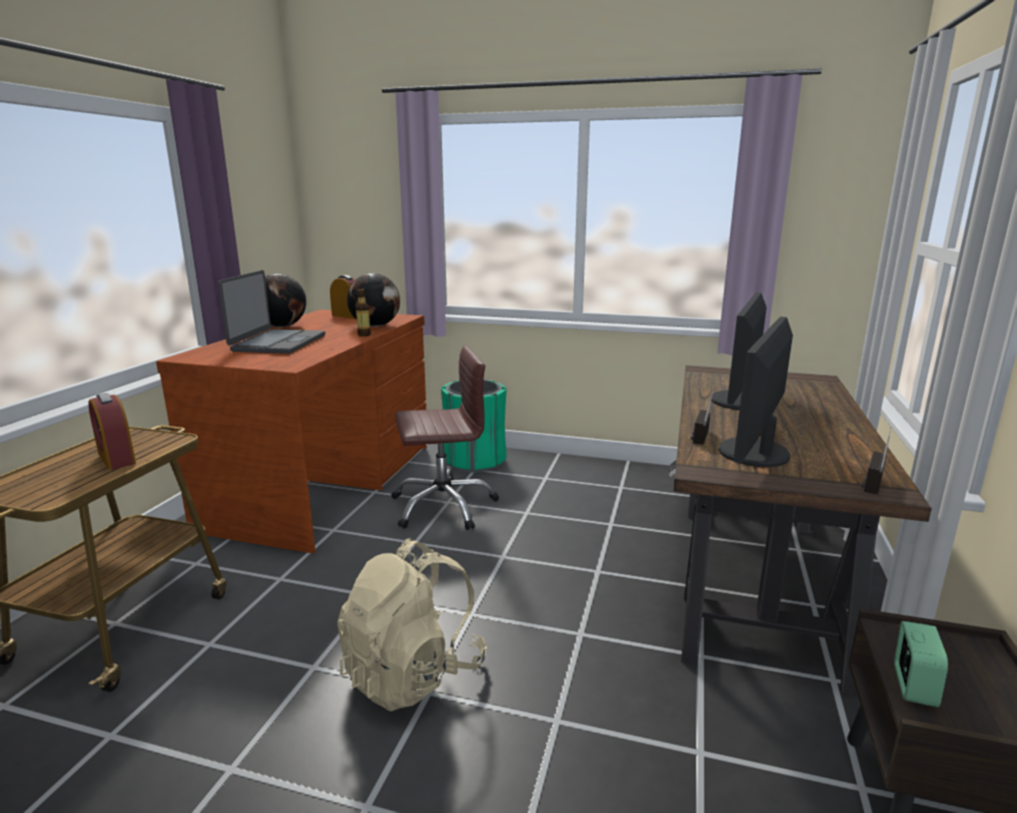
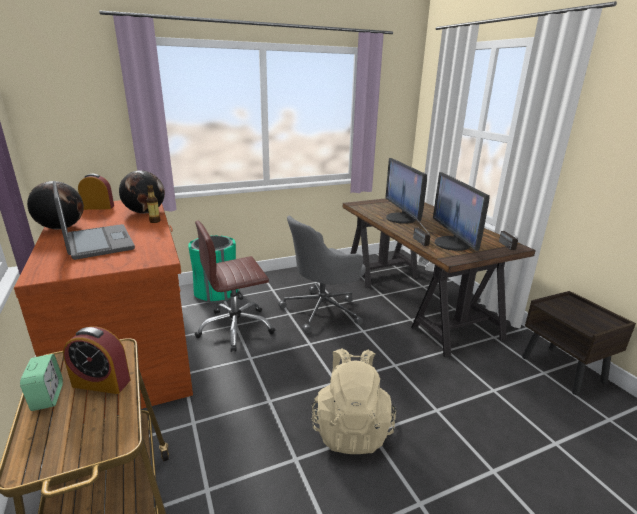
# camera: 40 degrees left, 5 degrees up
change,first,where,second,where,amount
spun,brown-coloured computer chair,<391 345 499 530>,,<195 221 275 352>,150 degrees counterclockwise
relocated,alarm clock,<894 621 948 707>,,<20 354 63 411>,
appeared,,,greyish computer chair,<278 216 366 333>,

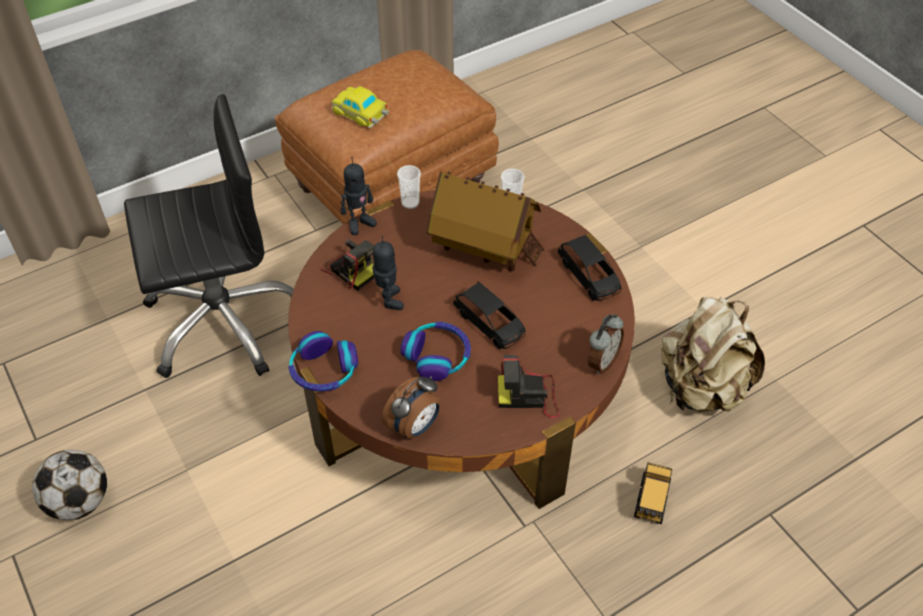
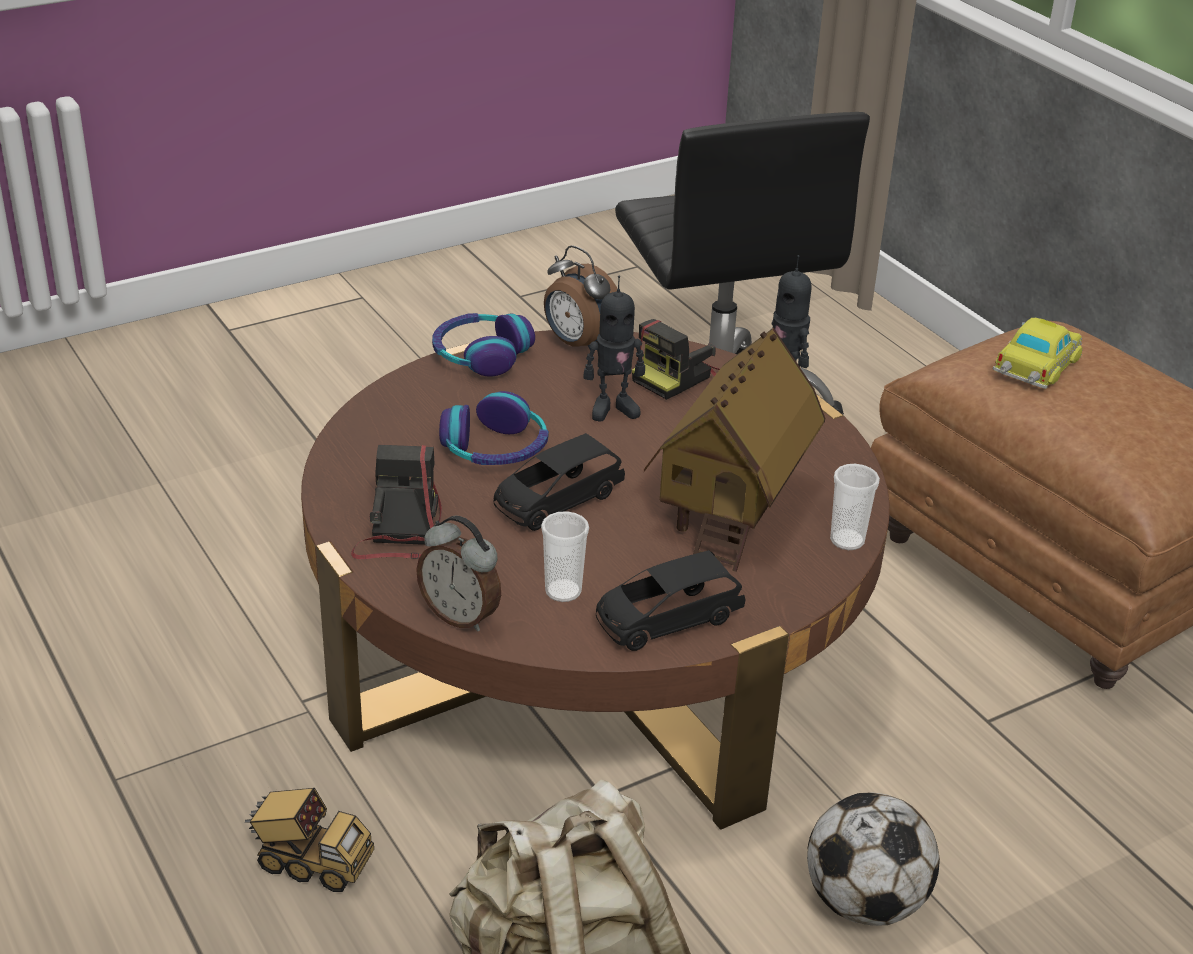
# camera: 90 degrees right, 15 degrees down
change,first,where,second,where,amount
relocated,ball for football,<32 450 107 520>,,<807 793 940 926>,
relocated,alarm clock,<381 376 440 438>,,<544 245 617 351>,
relocated,small cup,<397 165 421 209>,,<541 511 589 602>,

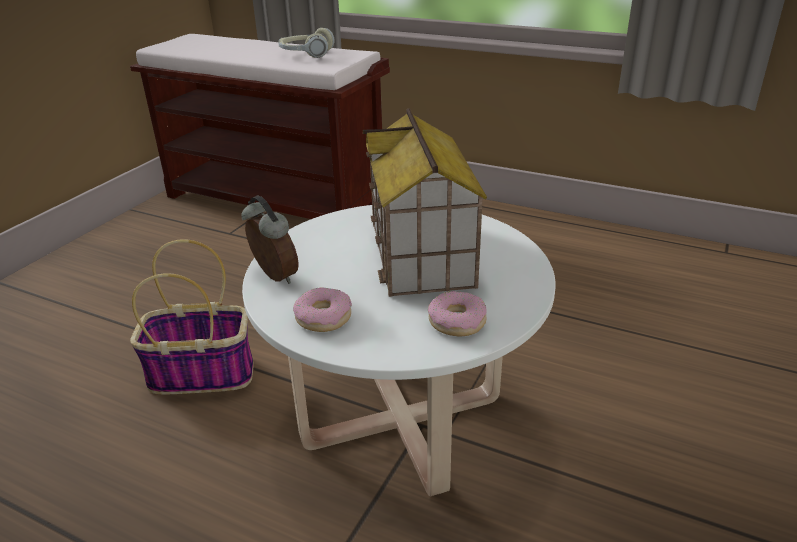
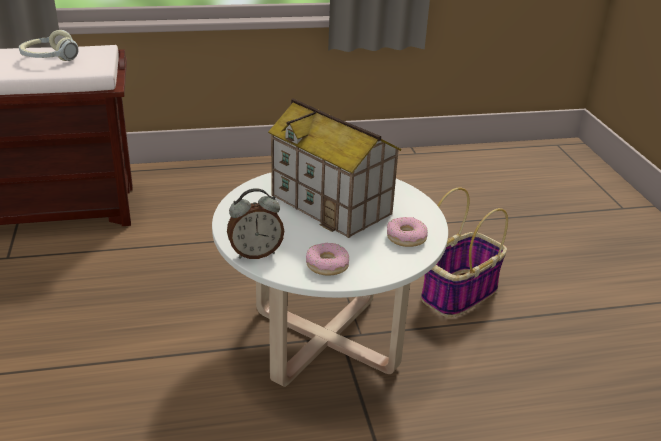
# camera: 40 degrees left, 0 degrees up
change,first,where,second,where,amount
relocated,basket,<130 239 254 394>,,<421 187 508 318>,
spun,alarm clock,<241 196 299 284>,,<227 188 284 259>,150 degrees clockwise

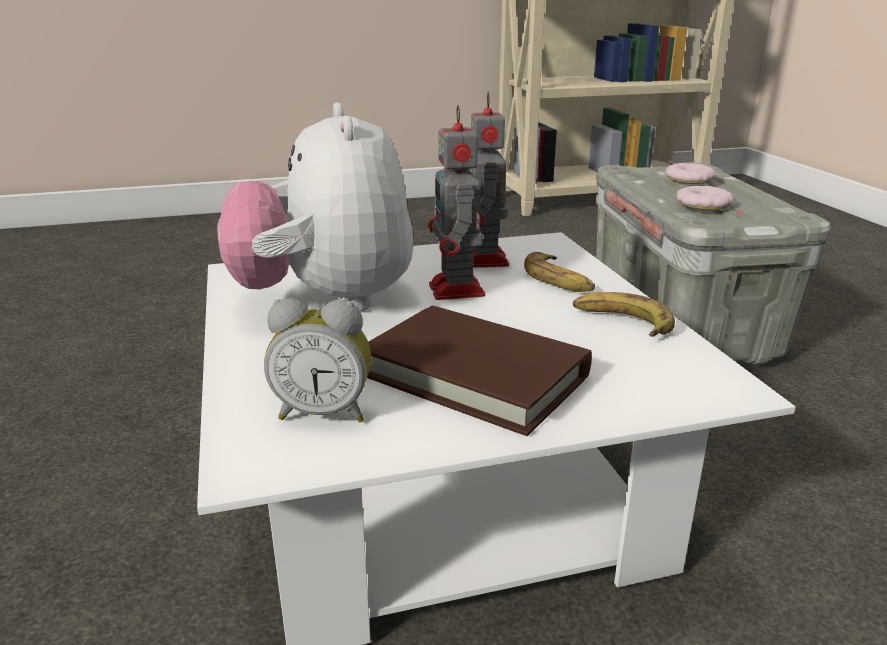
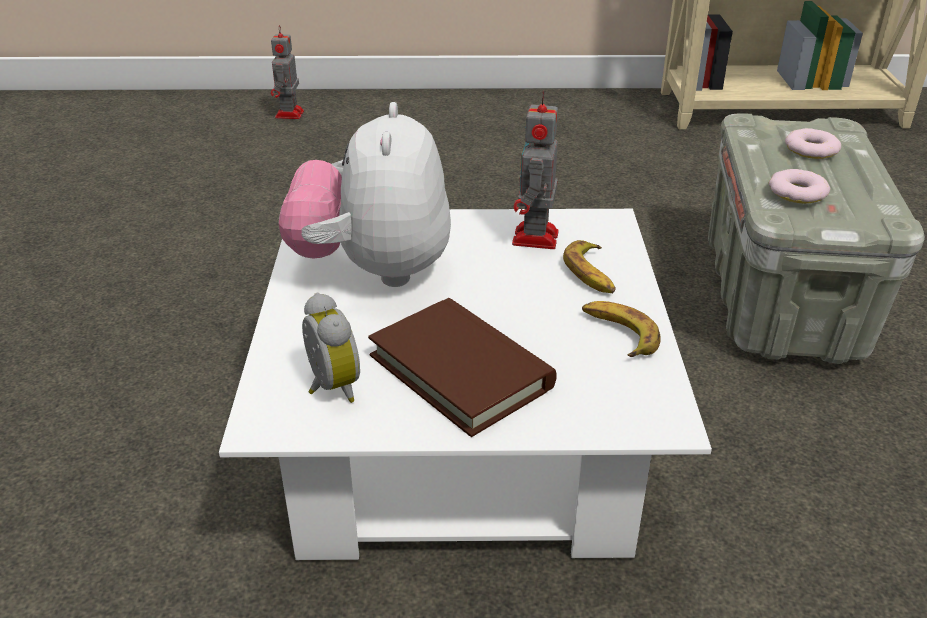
# camera: 15 degrees right, 10 degrees up
change,first,where,second,where,amount
spun,alarm clock,<264 298 371 423>,,<302 292 360 403>,135 degrees counterclockwise
relocated,toy robot,<428 105 485 300>,,<271 25 304 119>,

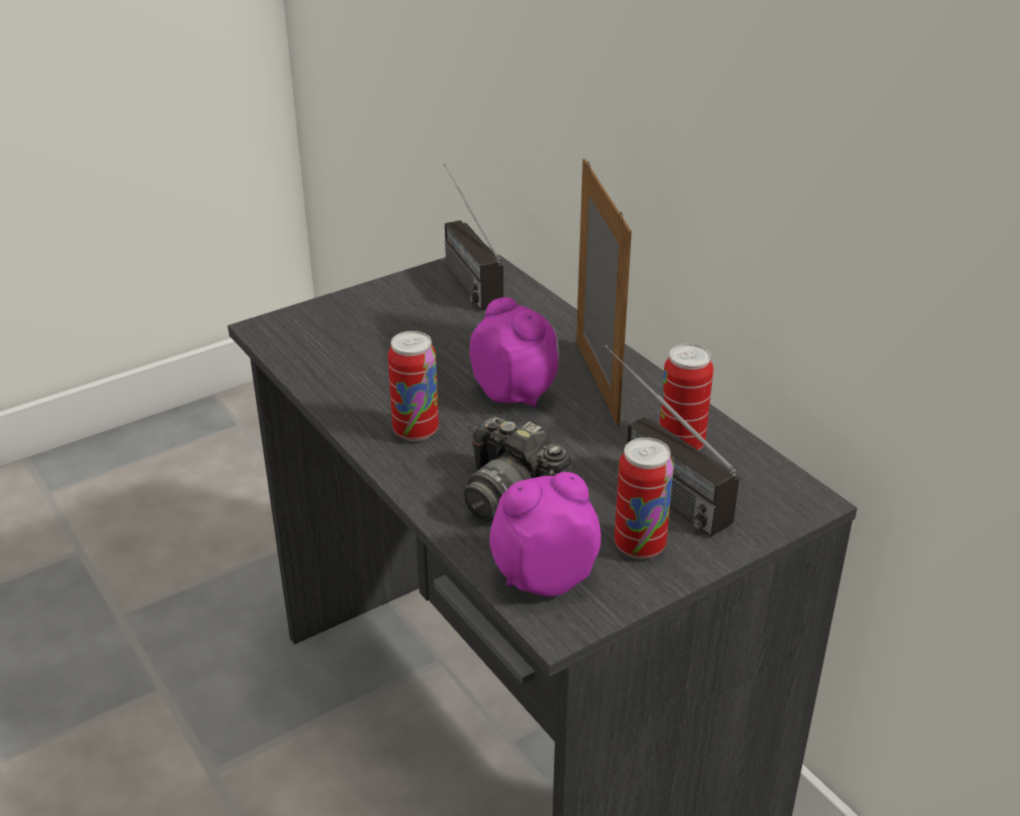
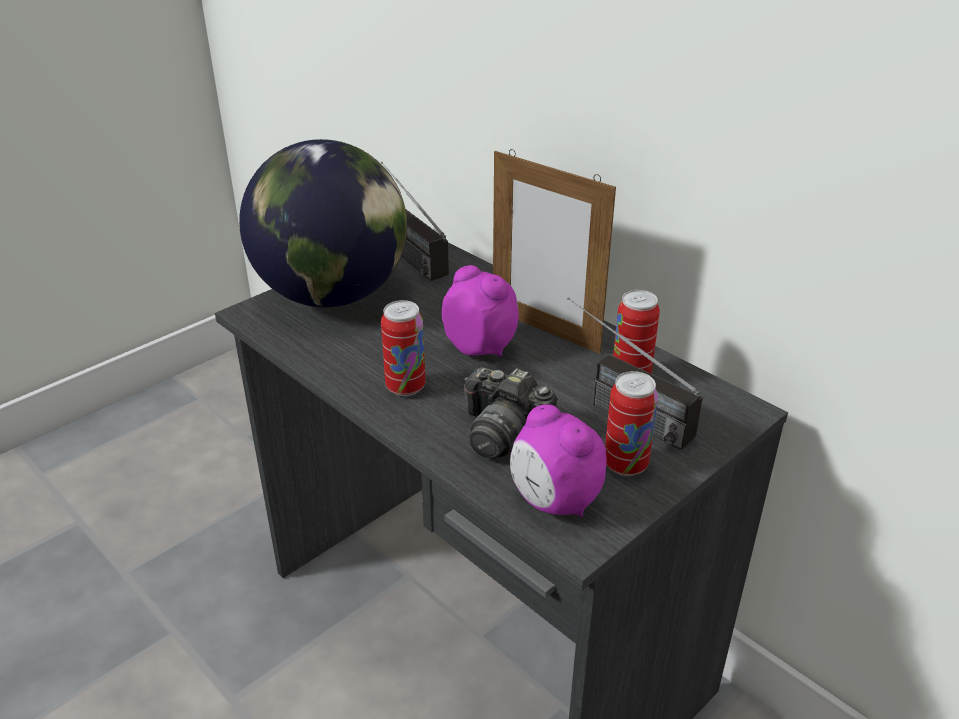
# camera: 10 degrees left, 0 degrees up
change,first,where,second,where,amount
spun,alarm clock,<490 472 601 597>,,<510 404 606 518>,105 degrees counterclockwise
spun,photo frame,<576 159 632 426>,,<493 149 616 354>,150 degrees clockwise
appeared,,,globe,<239 139 407 307>,

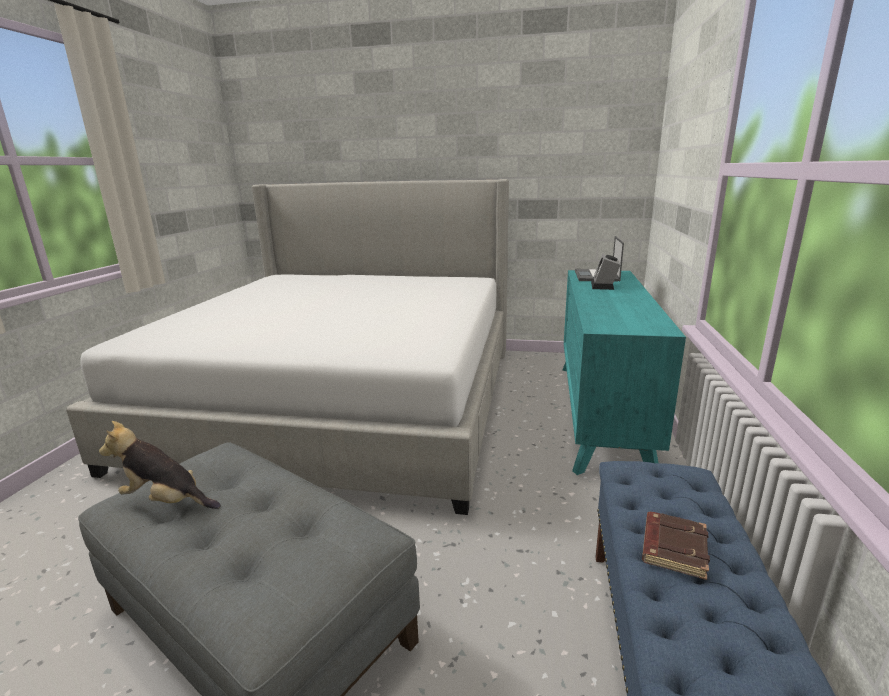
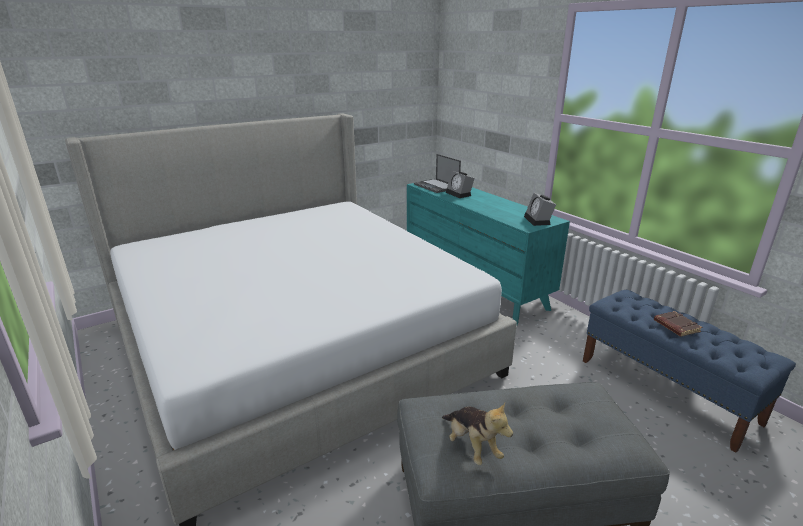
# camera: 45 degrees left, 5 degrees up
change,first,where,second,where,amount
spun,soft toy,<99 421 221 509>,,<442 403 513 465>,90 degrees counterclockwise
appeared,,,alarm clock,<524 193 556 226>,

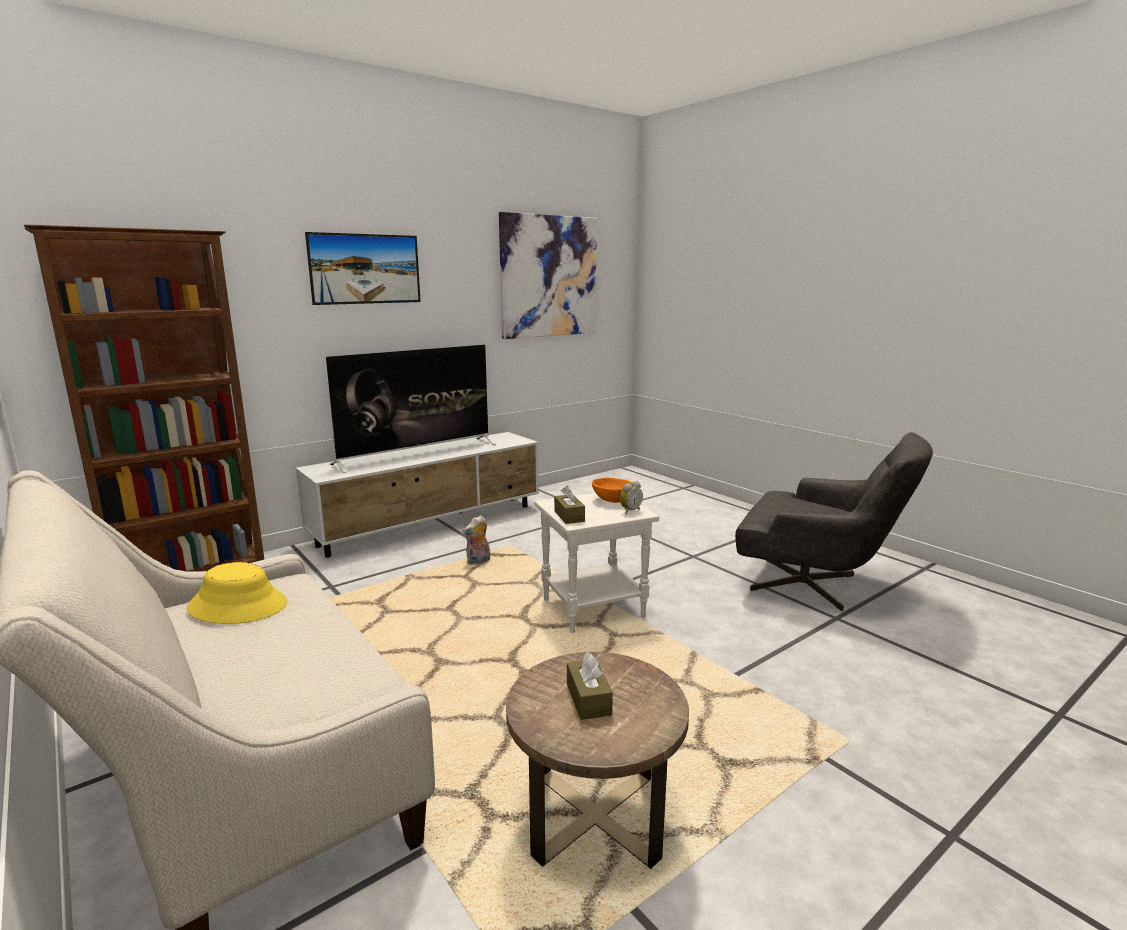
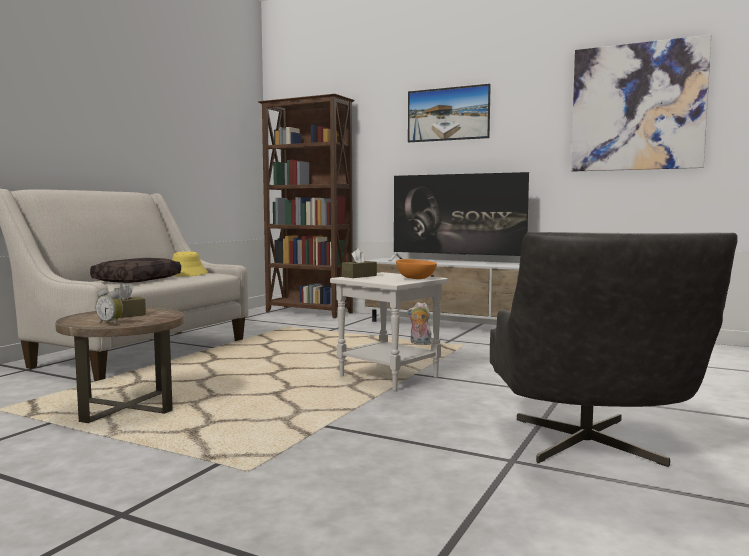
# camera: 65 degrees right, 10 degrees down
change,first,where,second,where,amount
relocated,alarm clock,<620 481 643 514>,,<95 290 123 325>,
appeared,,,brown-coloured pillow,<90 258 181 283>,

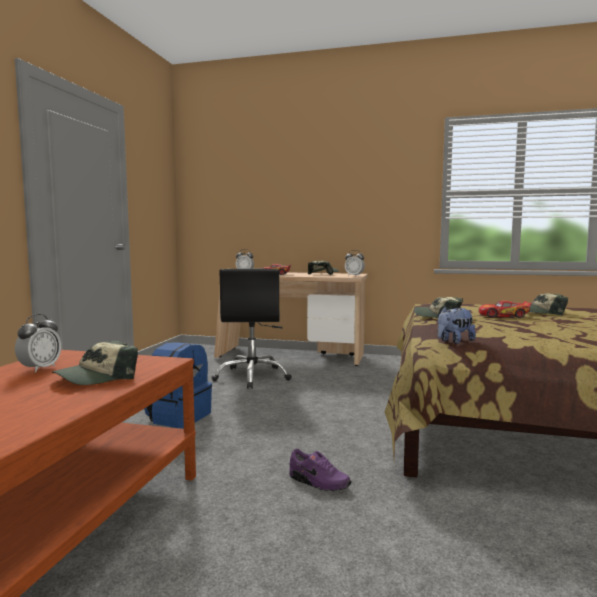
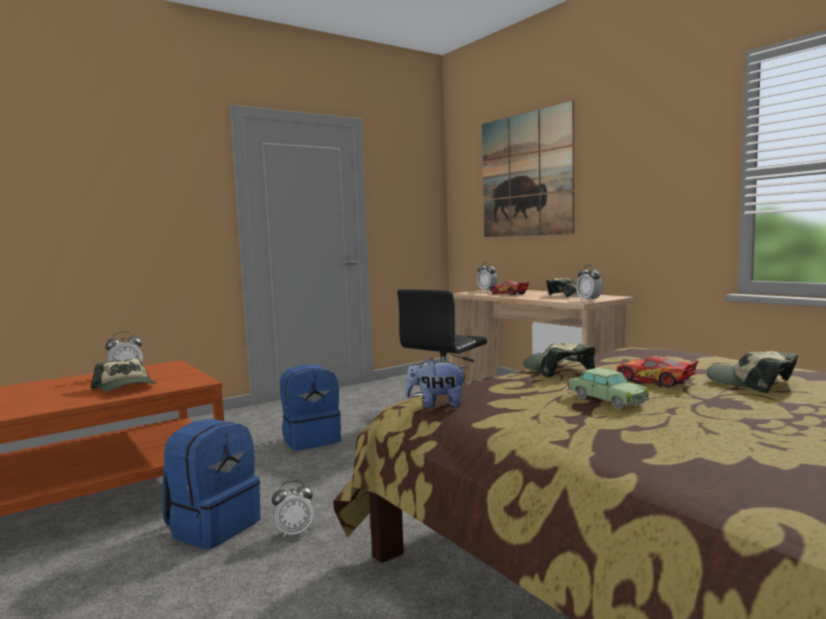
# camera: 40 degrees right, 0 degrees up
change,first,where,second,where,amount
spun,peaked cap,<52 341 138 385>,,<90 358 157 391>,120 degrees counterclockwise
exchanged,purple-coloured shoe,<289 449 352 491>,alarm clock,<272 480 314 538>,
appeared,,,blue backpack,<162 419 260 549>,
appeared,,,picture,<482 100 574 237>,
appeared,,,model car,<568 368 650 410>,

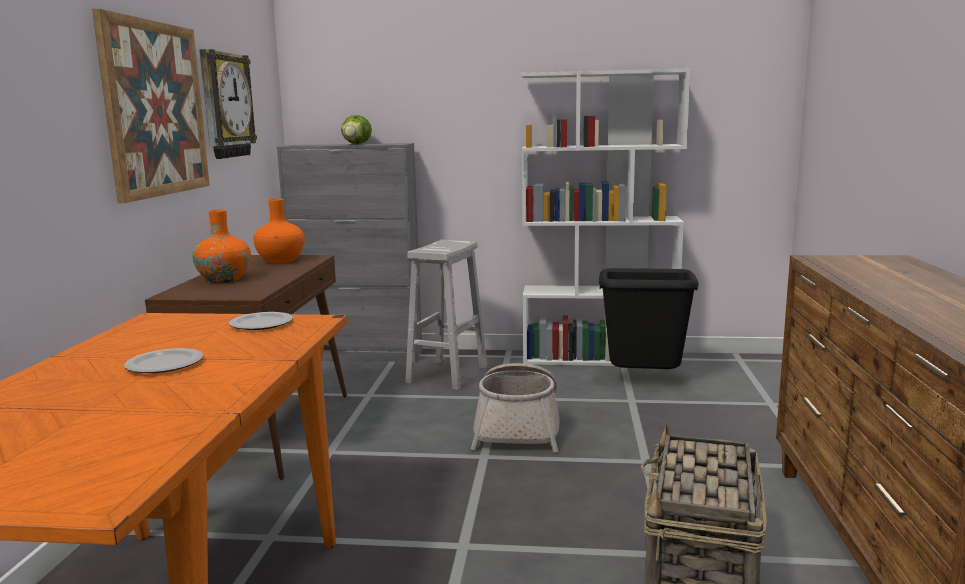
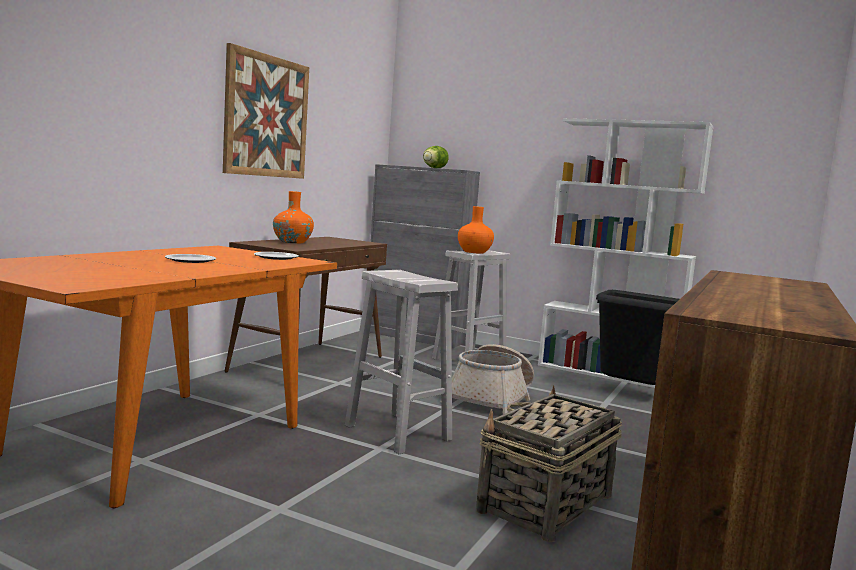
# camera: 20 degrees right, 5 degrees down
change,first,where,second,where,amount
missing,clock on the wall,<199 49 257 159>,,,
relocated,orangey vase,<254 199 305 264>,,<458 206 494 254>,
appeared,,,whitish sitting stool,<345 270 458 454>,

